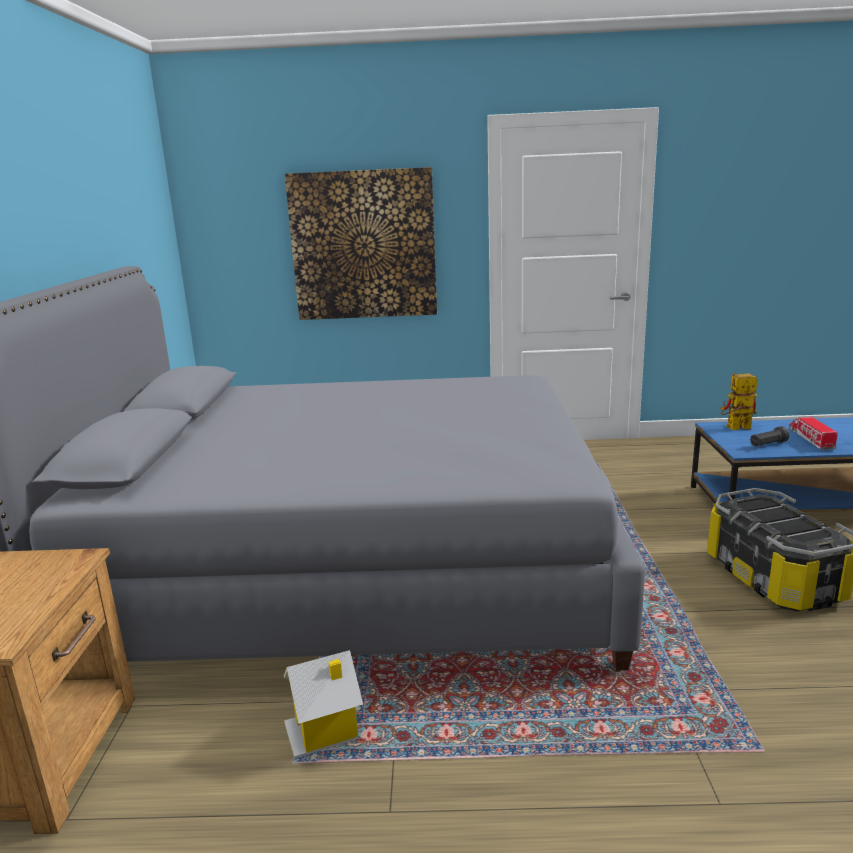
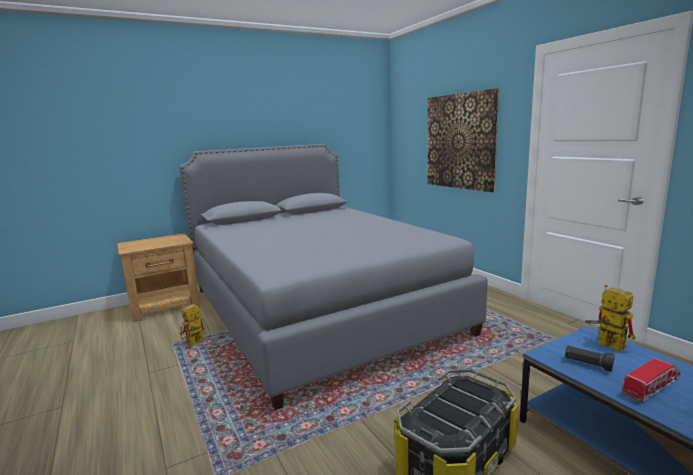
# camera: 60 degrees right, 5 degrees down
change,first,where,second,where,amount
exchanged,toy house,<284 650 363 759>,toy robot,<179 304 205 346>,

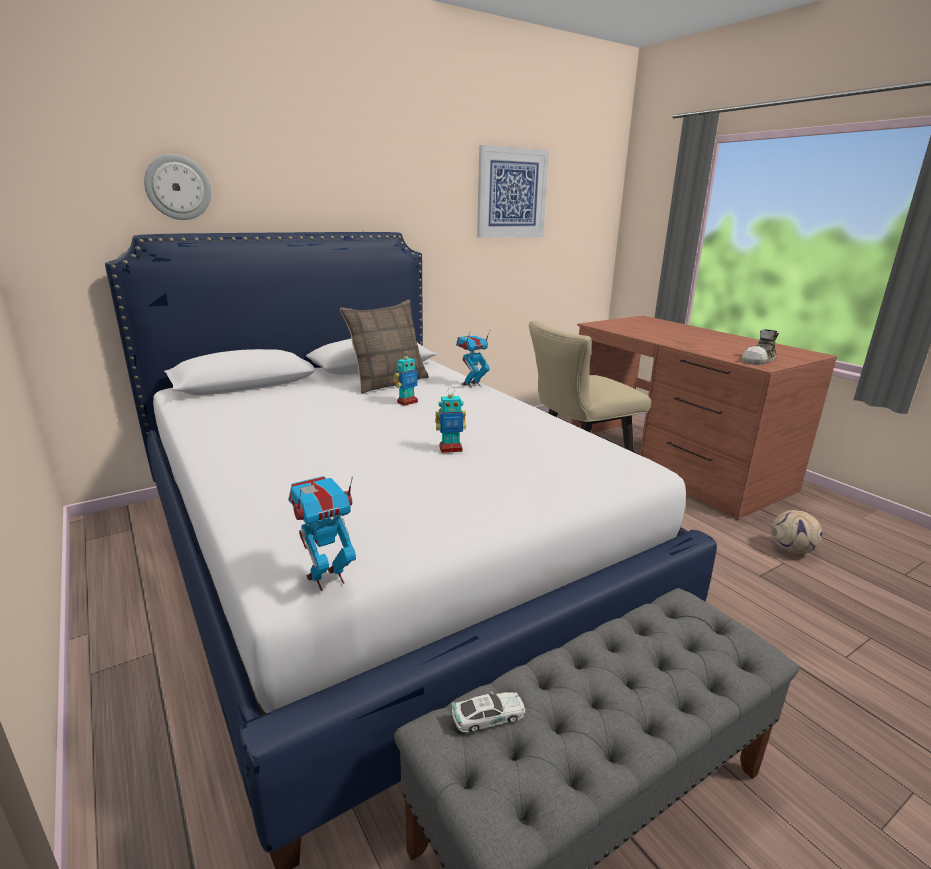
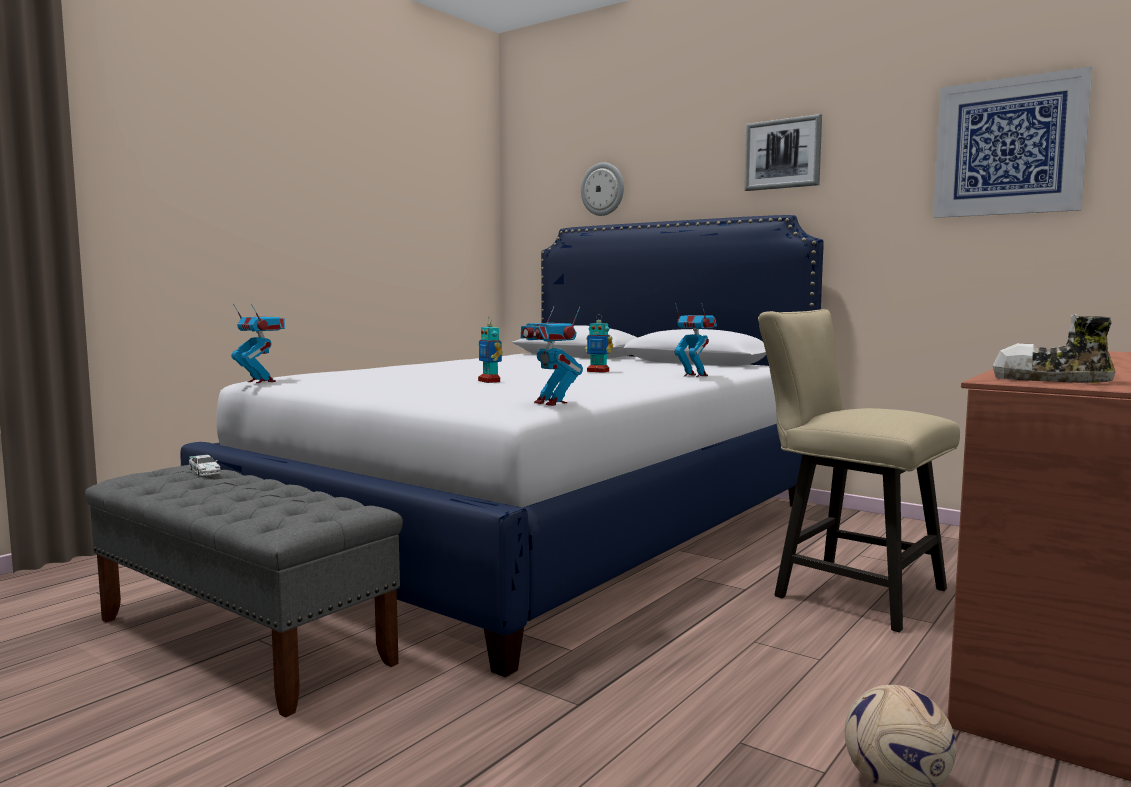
# camera: 70 degrees right, 15 degrees down
change,first,where,second,where,amount
missing,pillow,<340 299 429 394>,,,
appeared,,,toy robot,<521 307 583 406>,
appeared,,,picture,<744 114 822 191>,

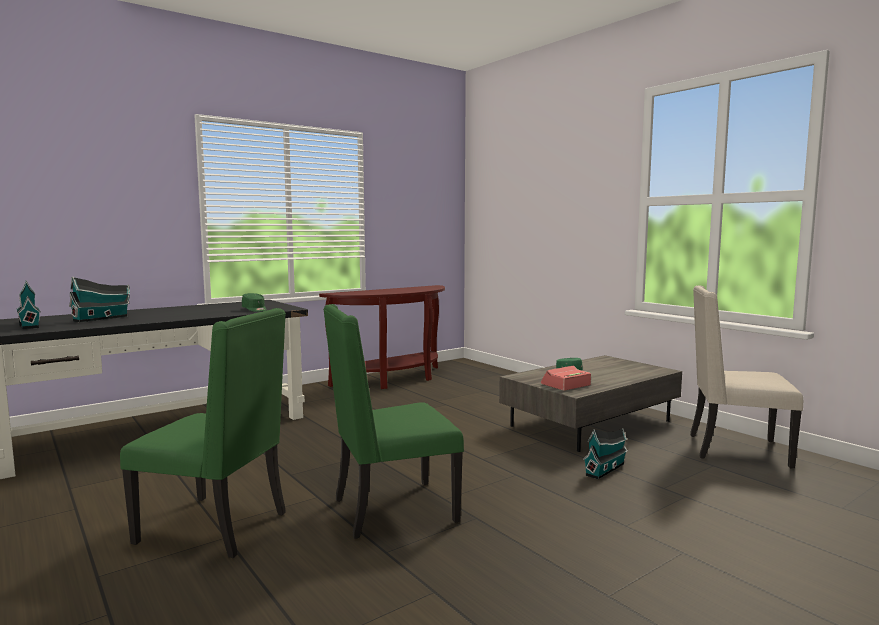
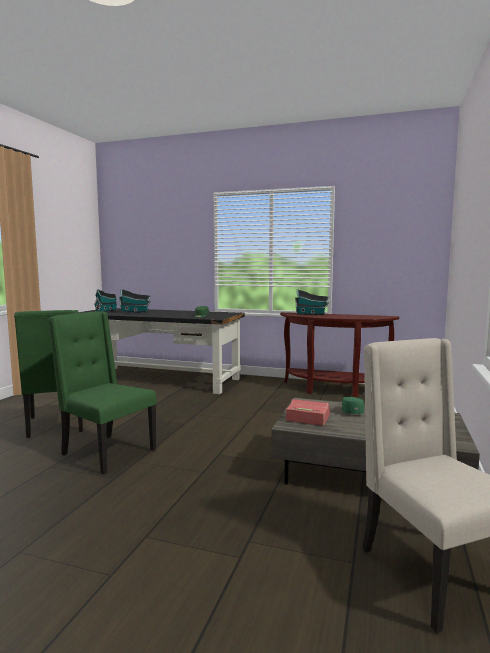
# camera: 55 degrees right, 0 degrees up
change,first,where,second,where,amount
relocated,toy house,<583 428 628 480>,,<295 289 329 315>,

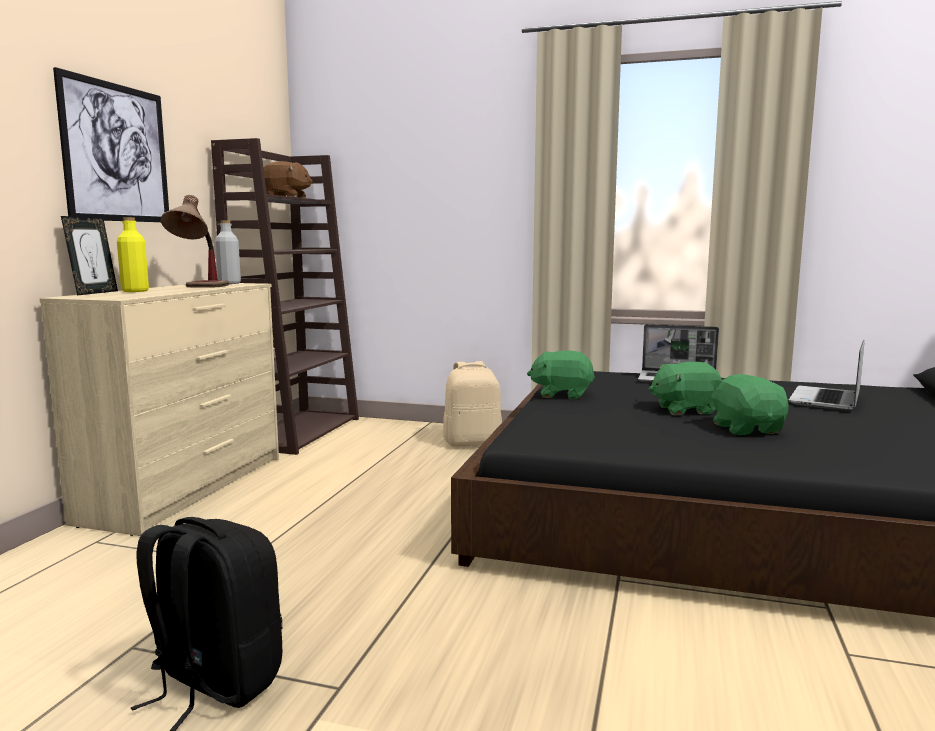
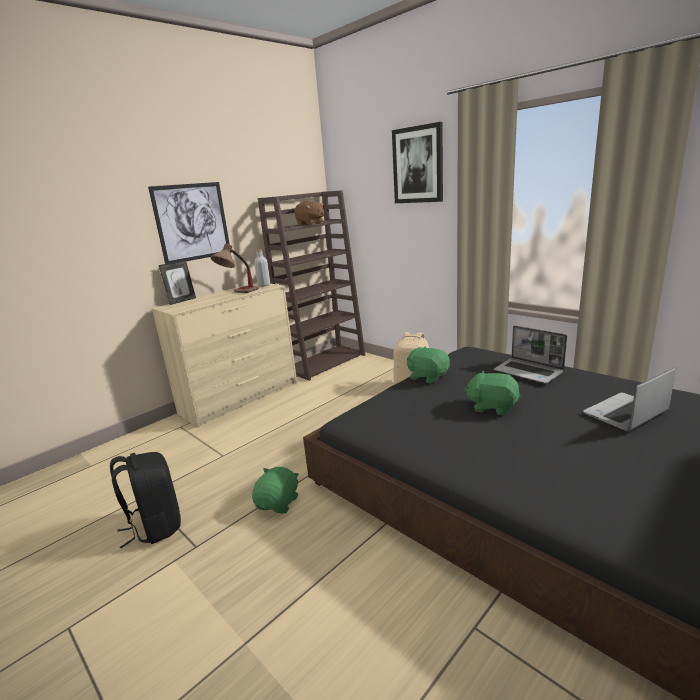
# camera: 30 degrees right, 10 degrees up
change,first,where,second,where,amount
missing,yellow-coloured bottle,<117 217 149 292>,,,
relocated,green-coloured soft toy,<710 374 789 435>,,<252 467 299 514>,
appeared,,,picture,<392 122 443 203>,

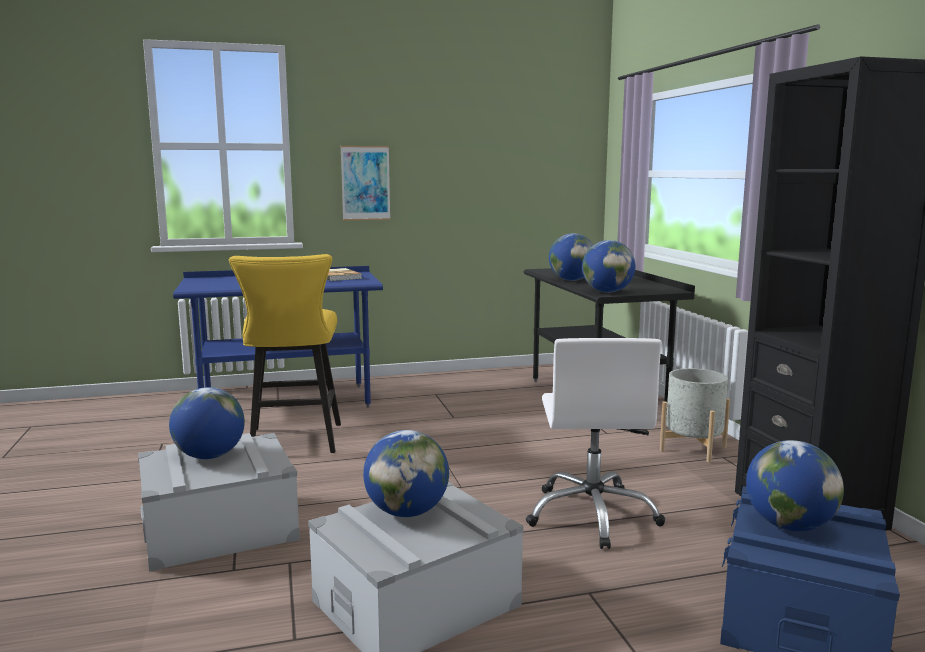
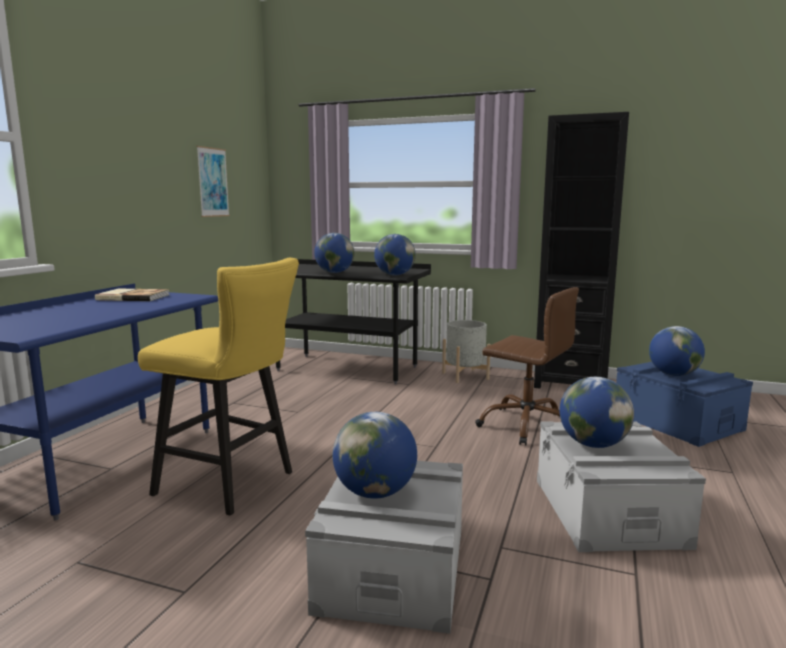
# camera: 55 degrees left, 0 degrees up
change,first,where,second,where,amount
relocated,picture,<341 146 390 220>,,<196 146 230 217>,
colour,whitish computer chair,<526 338 665 549>,brown-coloured computer chair,<475 287 579 445>,

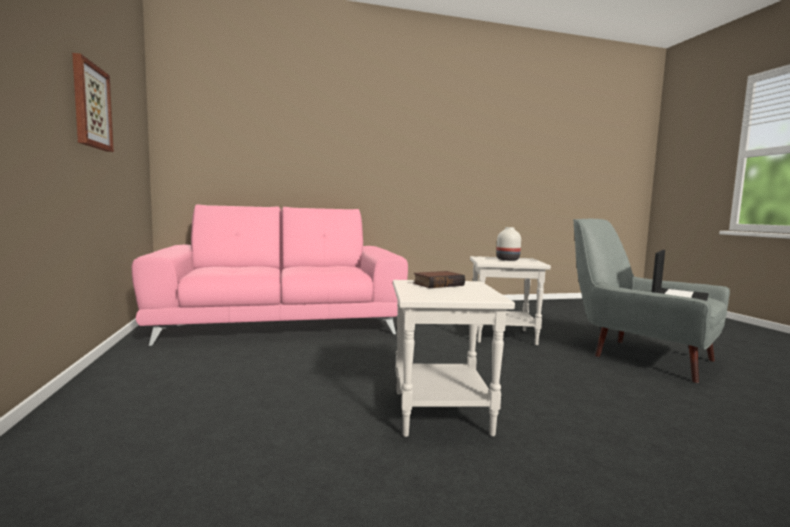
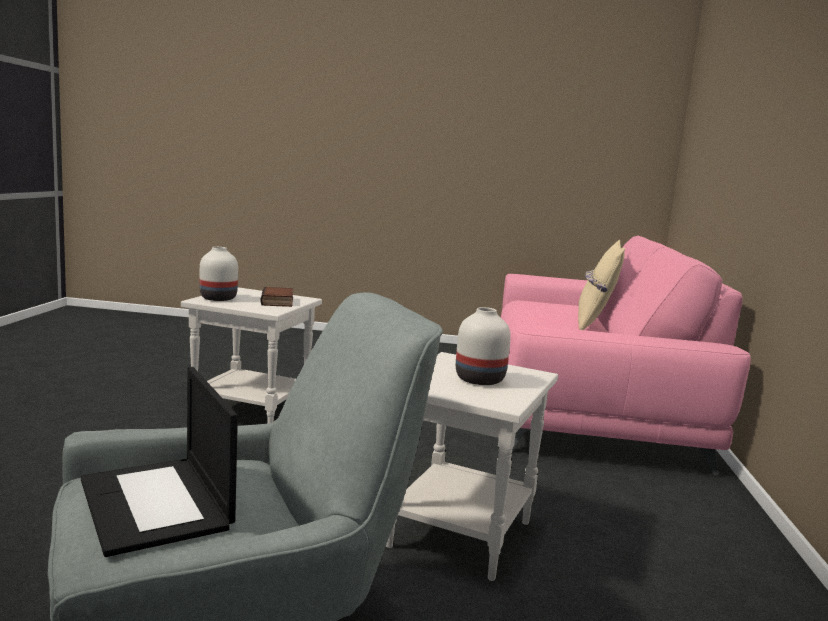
# camera: 110 degrees right, 5 degrees up
change,first,where,second,where,amount
missing,picture,<72 53 114 152>,,,
appeared,,,whitish vase,<200 247 238 301>,
appeared,,,beige-coloured pillow,<578 240 625 330>,

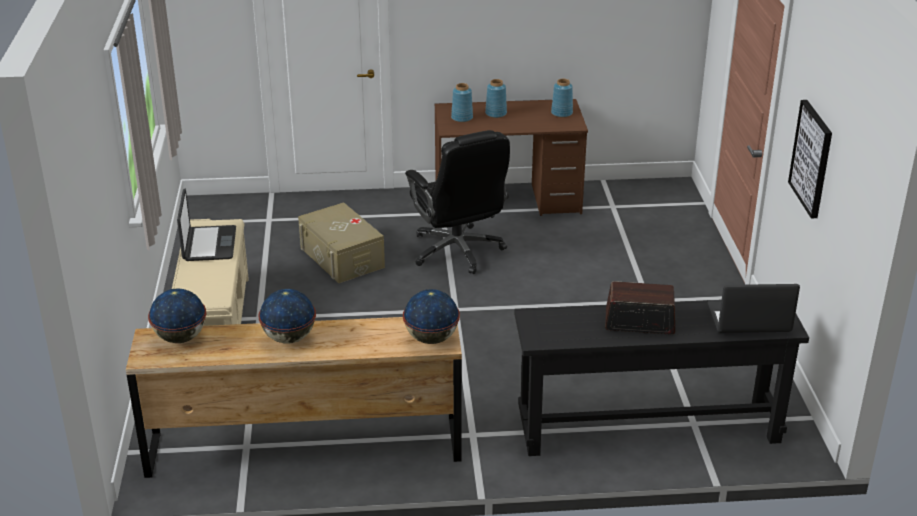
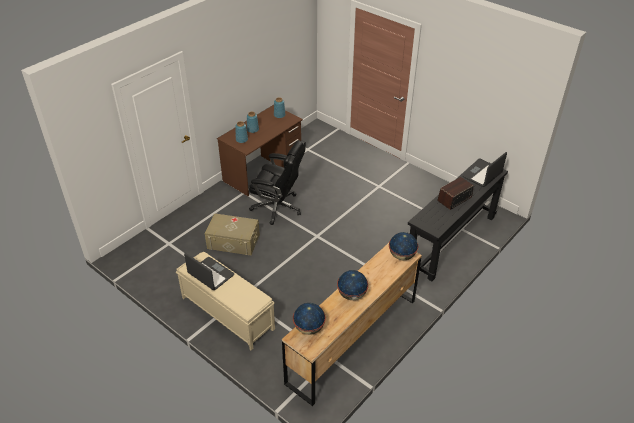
# camera: 45 degrees left, 10 degrees up
change,first,where,second,where,amount
missing,picture,<788 100 832 218>,,,

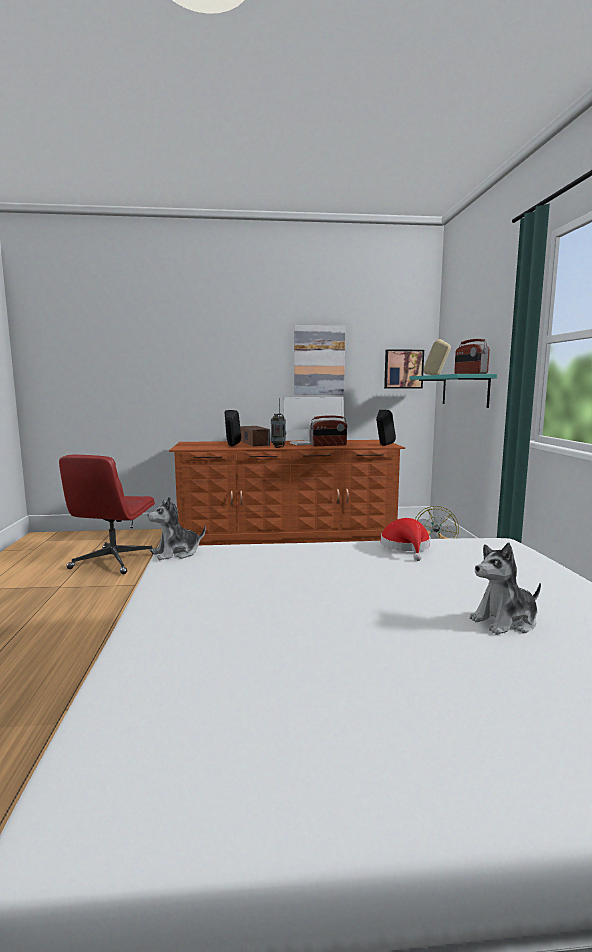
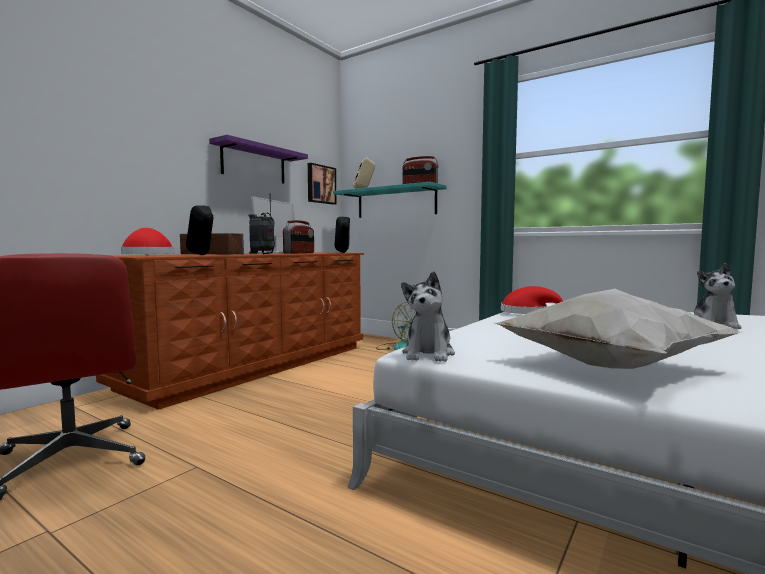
# camera: 50 degrees left, 5 degrees down
change,first,where,second,where,amount
exchanged,picture,<294 325 345 395>,purple-coloured wall shelf,<209 135 308 184>,
appeared,,,red hat,<121 228 173 255>,
appeared,,,whitish pillow,<494 289 743 369>,

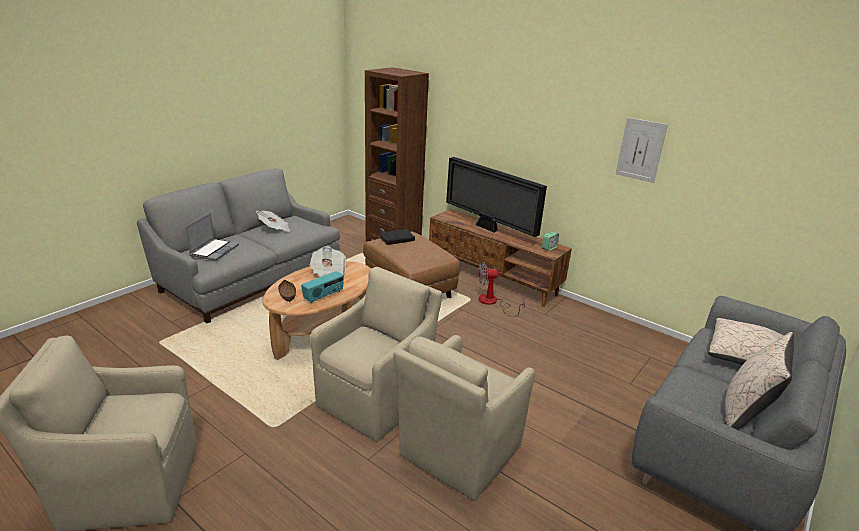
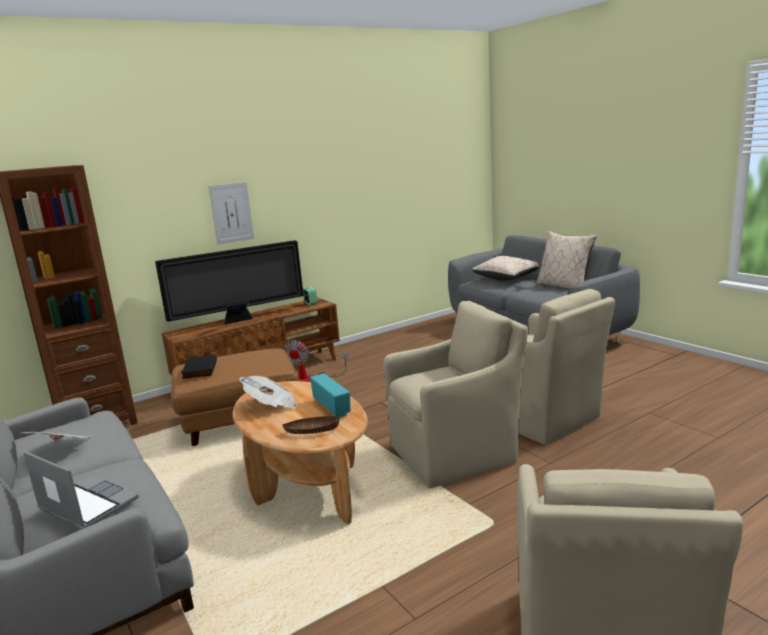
# camera: 70 degrees left, 10 degrees down
change,first,where,second,where,amount
spun,beige-coloured easy chair,<310 267 442 442>,,<383 301 528 488>,105 degrees clockwise
relocated,picture,<616 117 668 183>,,<208 182 254 244>,

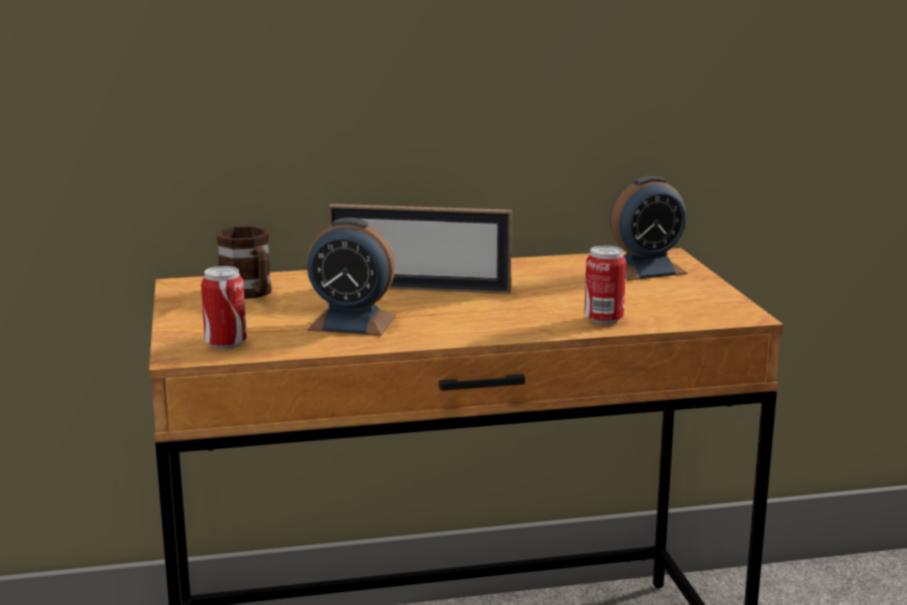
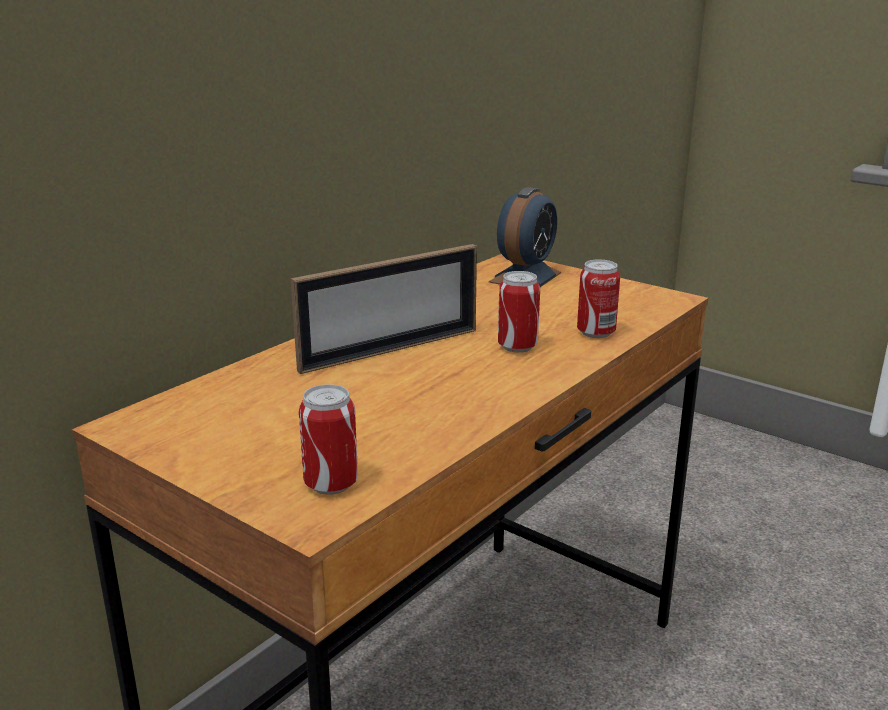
# camera: 40 degrees left, 5 degrees up
change,first,where,second,where,amount
missing,brown-coloured mug,<217 226 271 299>,,,
missing,alarm clock,<306 217 396 336>,,,
appeared,,,can,<498 271 540 352>,

